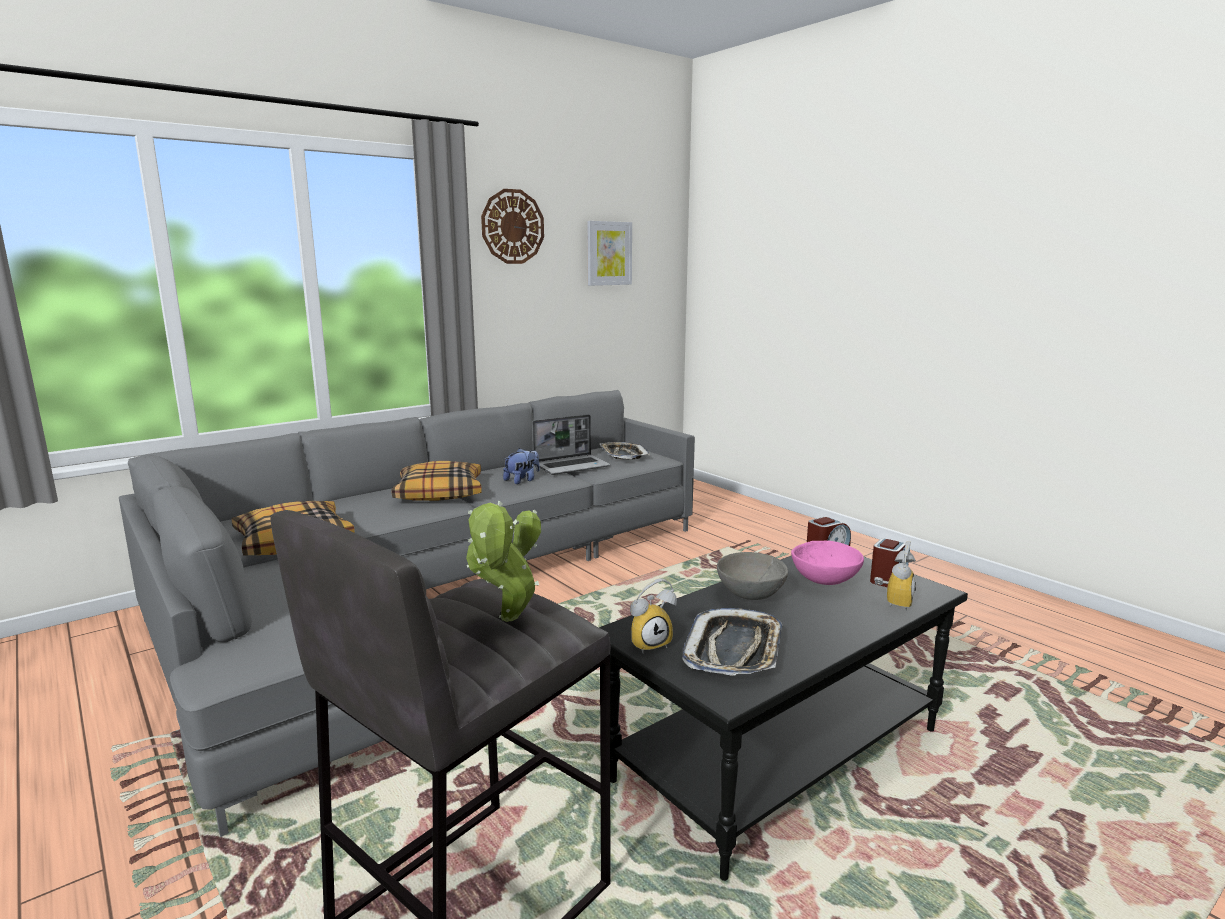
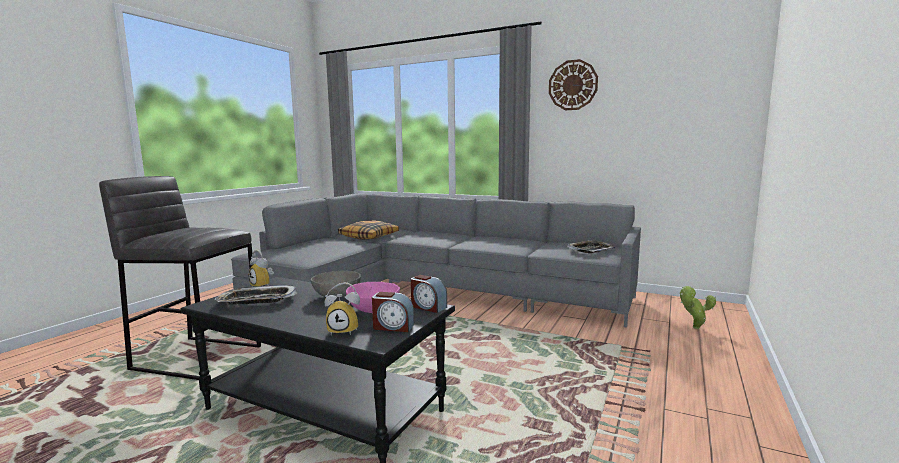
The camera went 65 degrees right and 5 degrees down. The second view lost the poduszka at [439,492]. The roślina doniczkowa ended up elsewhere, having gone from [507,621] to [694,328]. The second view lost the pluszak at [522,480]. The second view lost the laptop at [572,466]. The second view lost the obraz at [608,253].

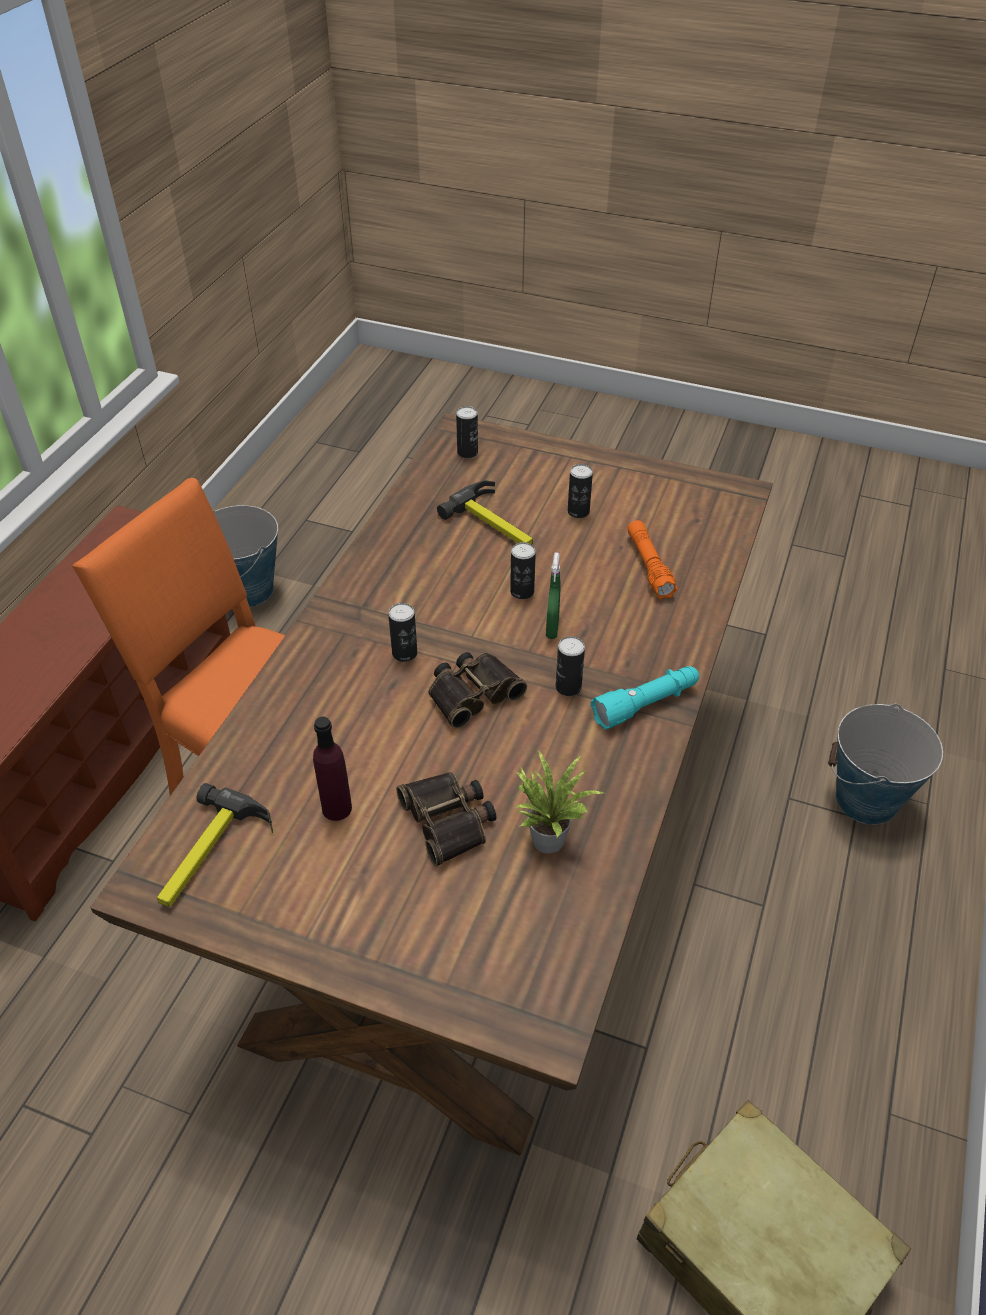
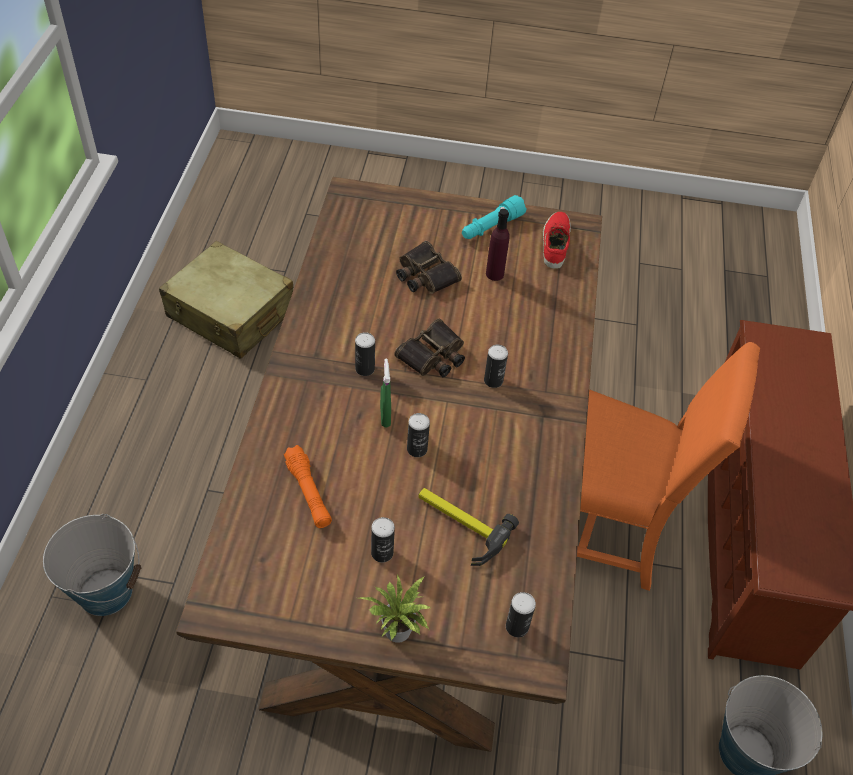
The camera went 165 degrees right and 5 degrees up. Where the młotek stood at [210,855], the but/czerwony came to stand at [554,243]. The roślina doniczkowa ended up elsewhere, having gone from [548,836] to [398,634]. The latarka/turkusowy ended up elsewhere, having gone from [646,704] to [491,227].

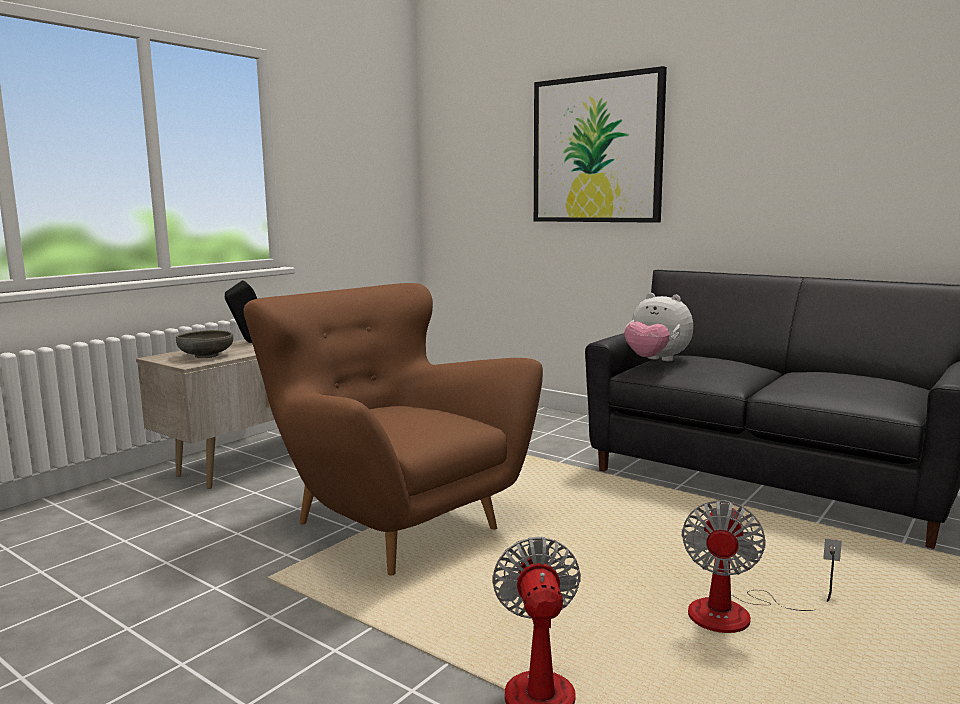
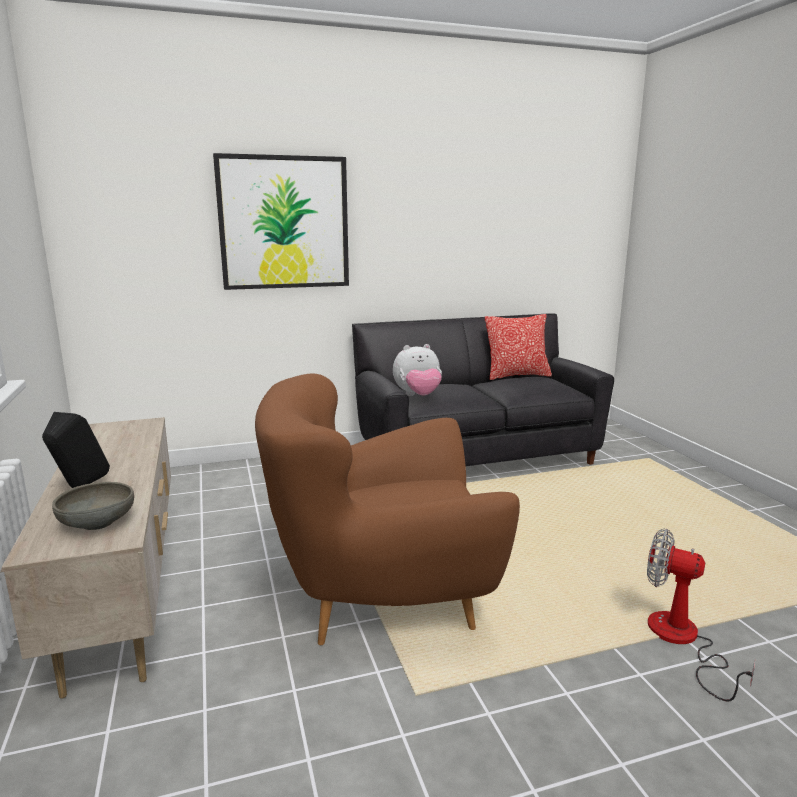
The camera went 55 degrees left and 5 degrees up. The second view lost the wentylator at [739,614]. The second view gained the poduszka at [517,376].

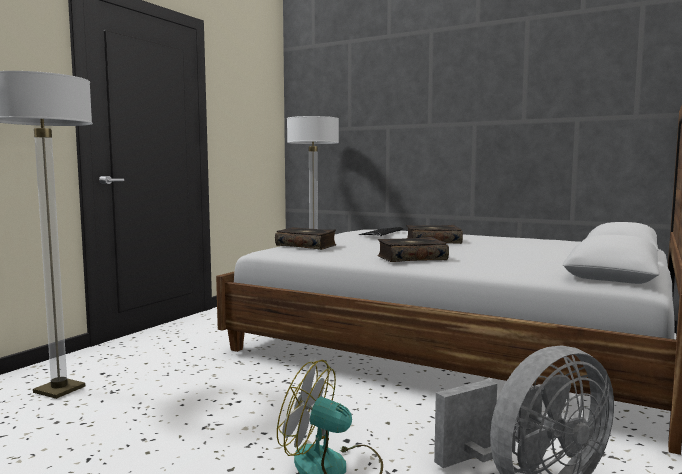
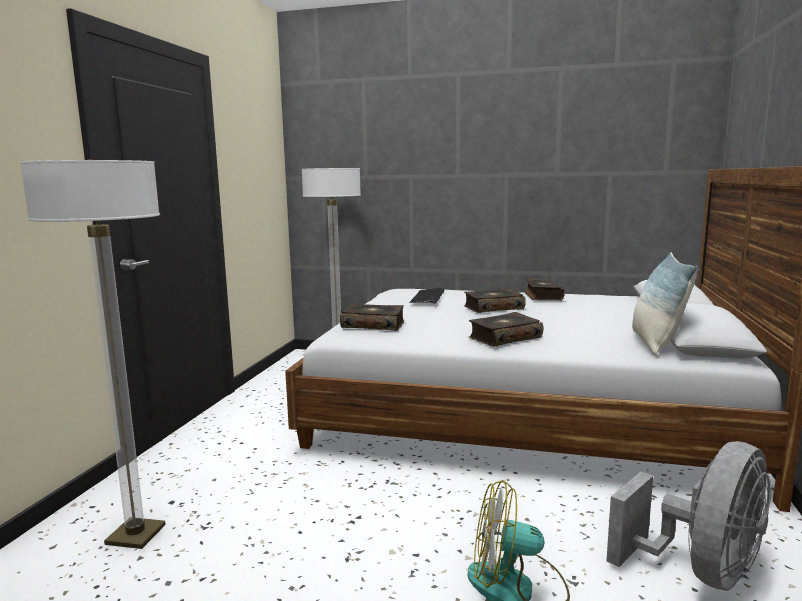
The camera went 15 degrees left and 5 degrees up. The second view gained the książka at [542,296]. The second view gained the poduszka at [655,343].

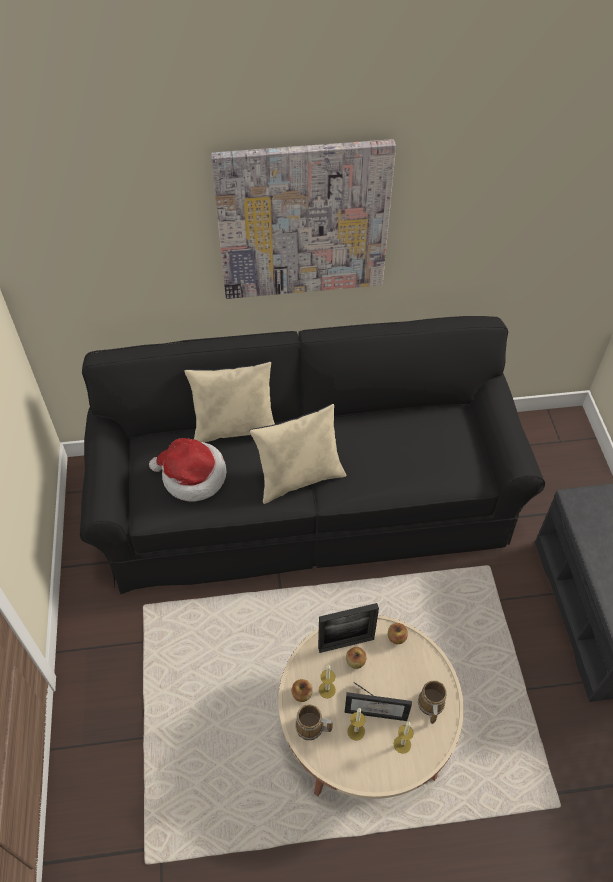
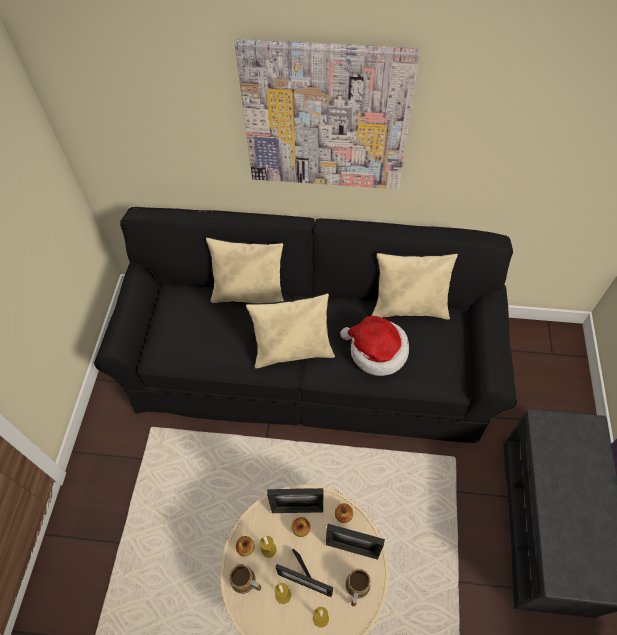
The camera went 15 degrees right and 5 degrees up. The kapelusz ended up elsewhere, having gone from [192,477] to [376,351]. The second view gained the ramka na zdjęcie at [352,549]. The second view gained the poduszka/beżowy at [409,307].

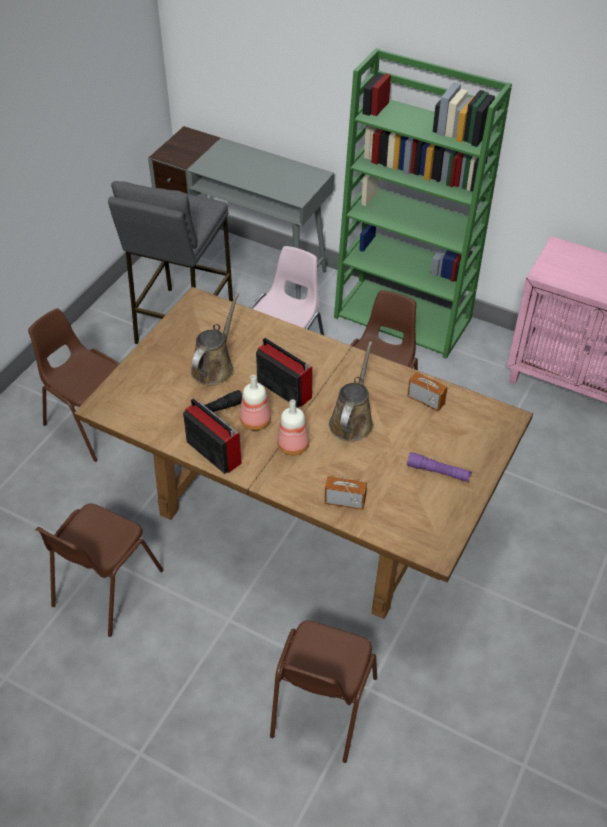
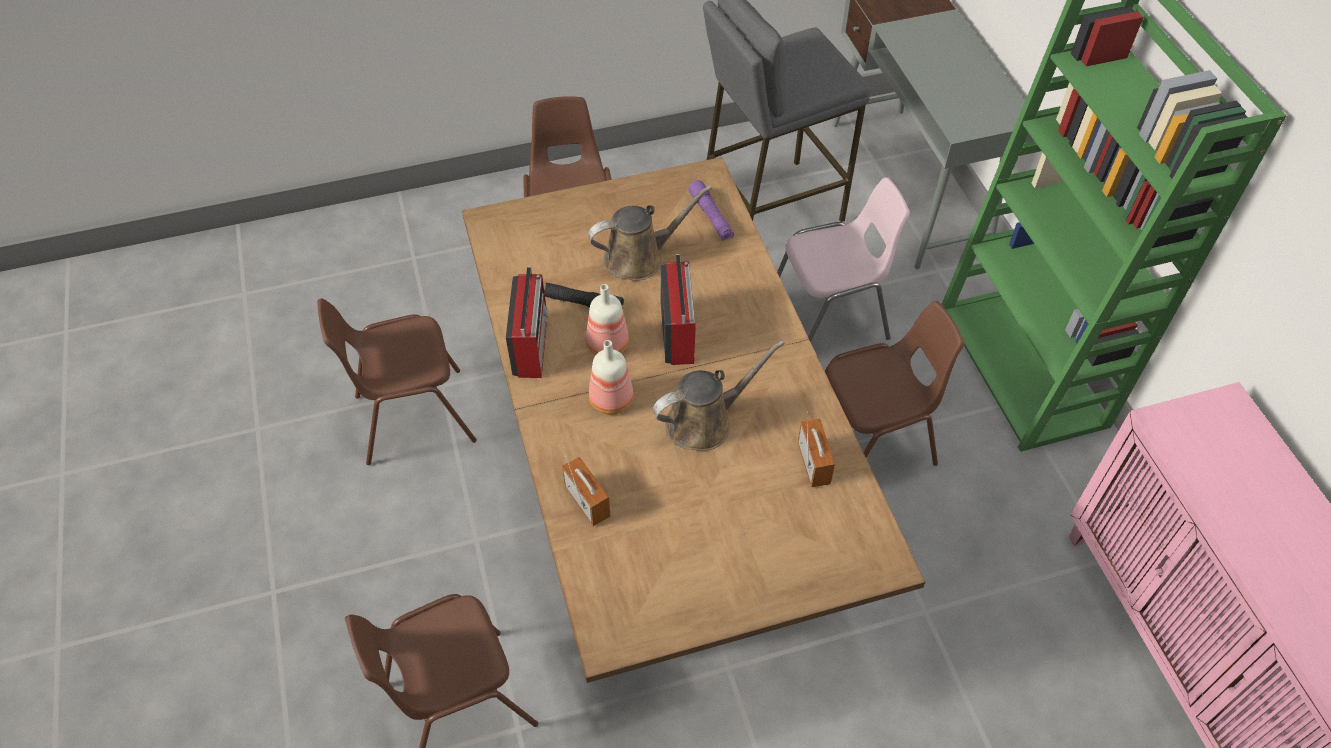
The camera went 45 degrees right and 5 degrees up. The latarka/fioletowy ended up elsewhere, having gone from [438,472] to [711,217].

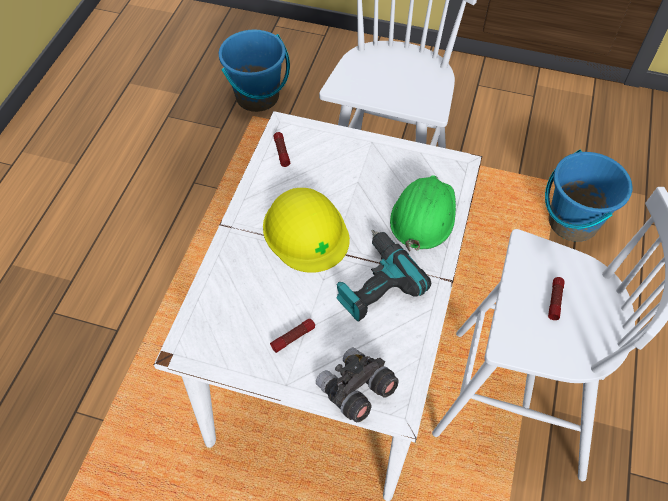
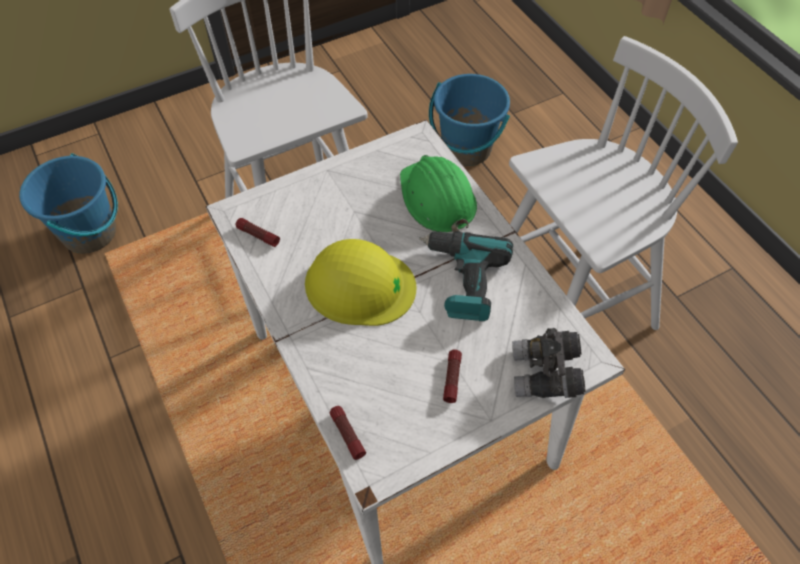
The camera went 45 degrees left and 0 degrees up. The latarka ended up elsewhere, having gone from [554,301] to [347,434].

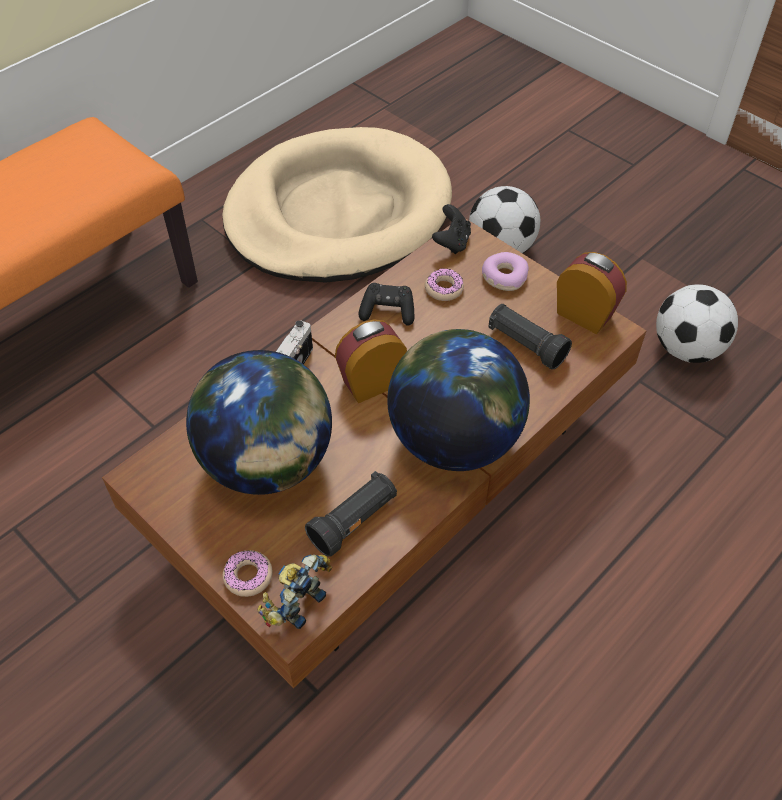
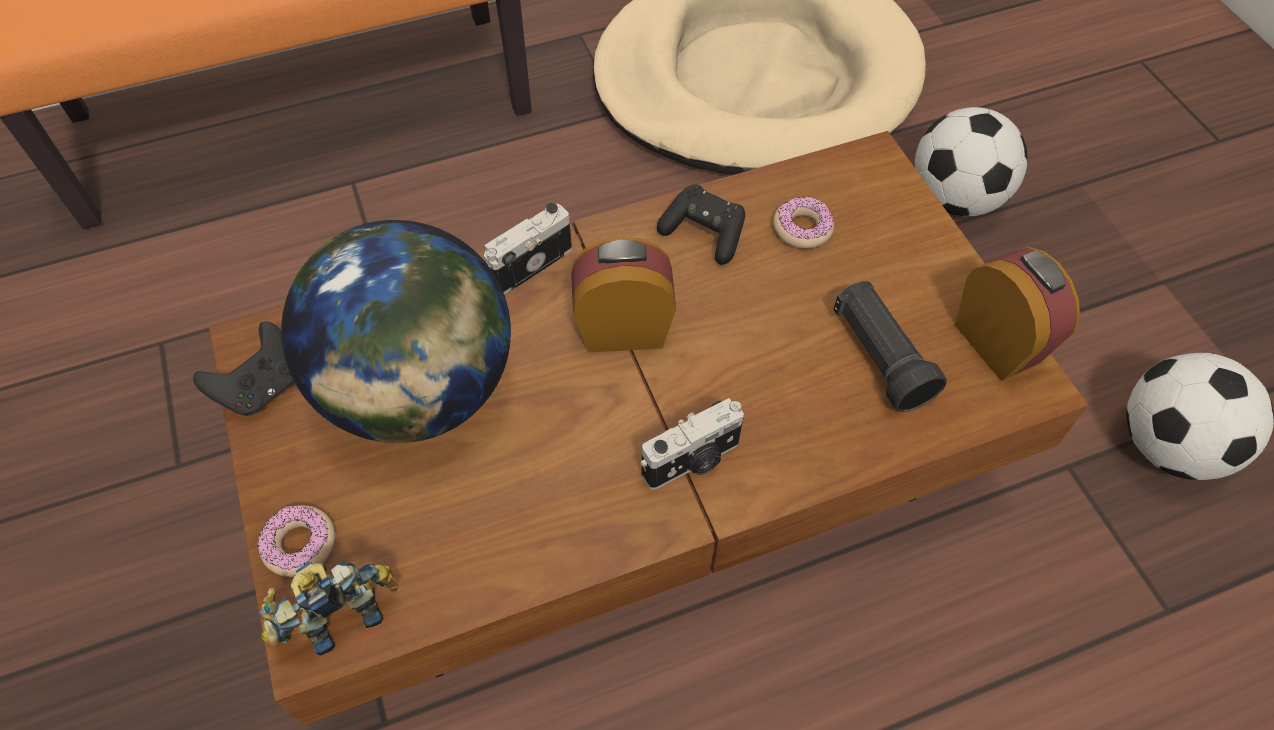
The camera went 25 degrees right and 5 degrees up. The second view lost the latarka/czarny at [354,521]. Where the globus stood at [454,439], the aparat fotograficzny came to stand at [693,461]. The pad do gier/czarny ended up elsewhere, having gone from [452,242] to [262,388]. The second view lost the donut at [504,277].

